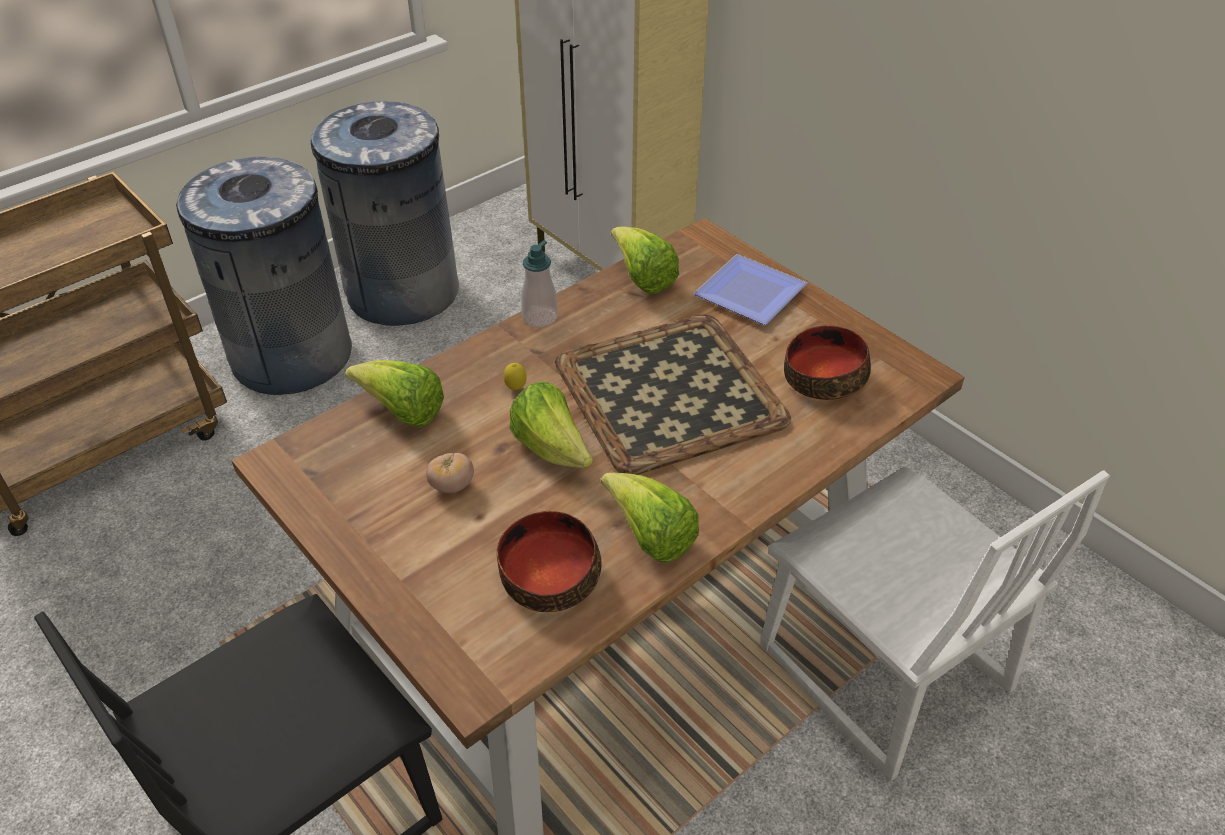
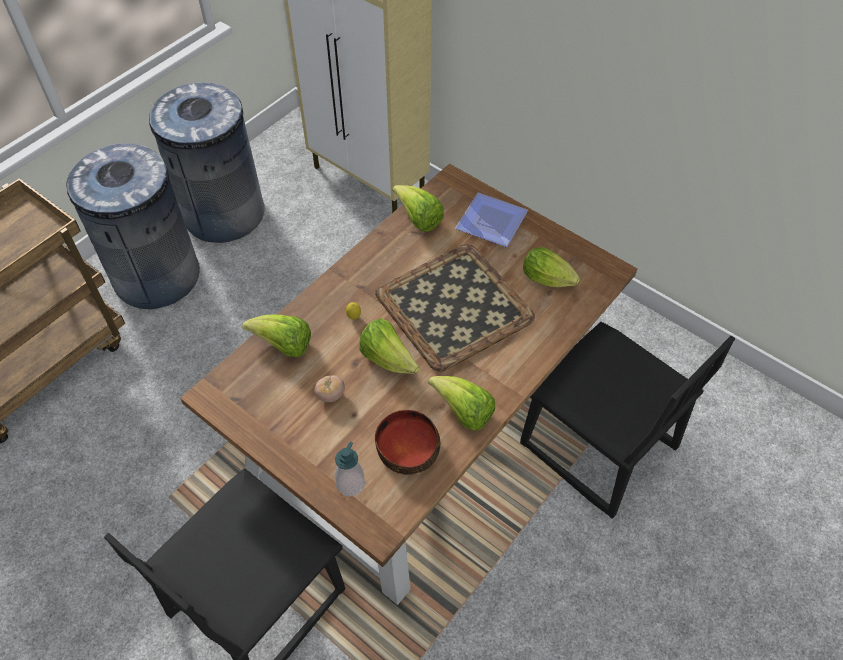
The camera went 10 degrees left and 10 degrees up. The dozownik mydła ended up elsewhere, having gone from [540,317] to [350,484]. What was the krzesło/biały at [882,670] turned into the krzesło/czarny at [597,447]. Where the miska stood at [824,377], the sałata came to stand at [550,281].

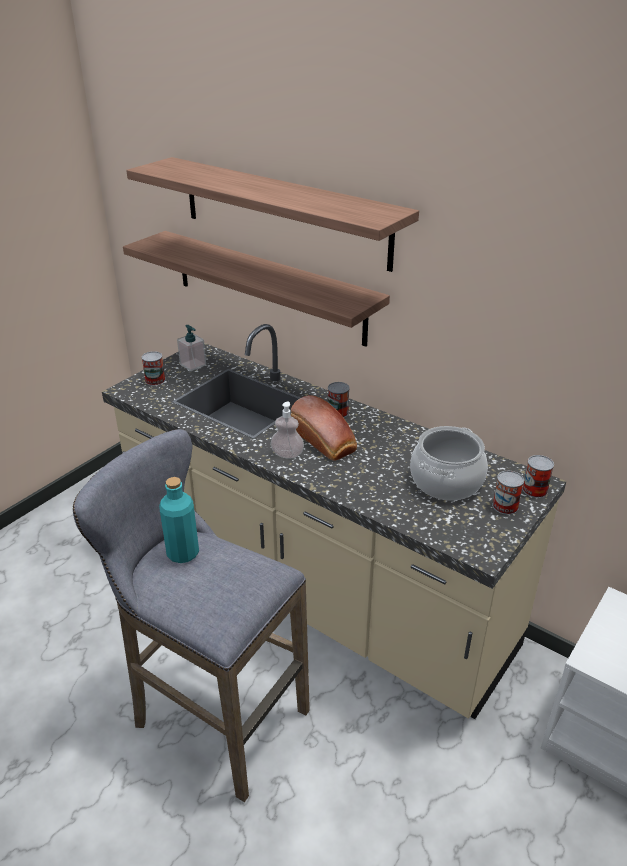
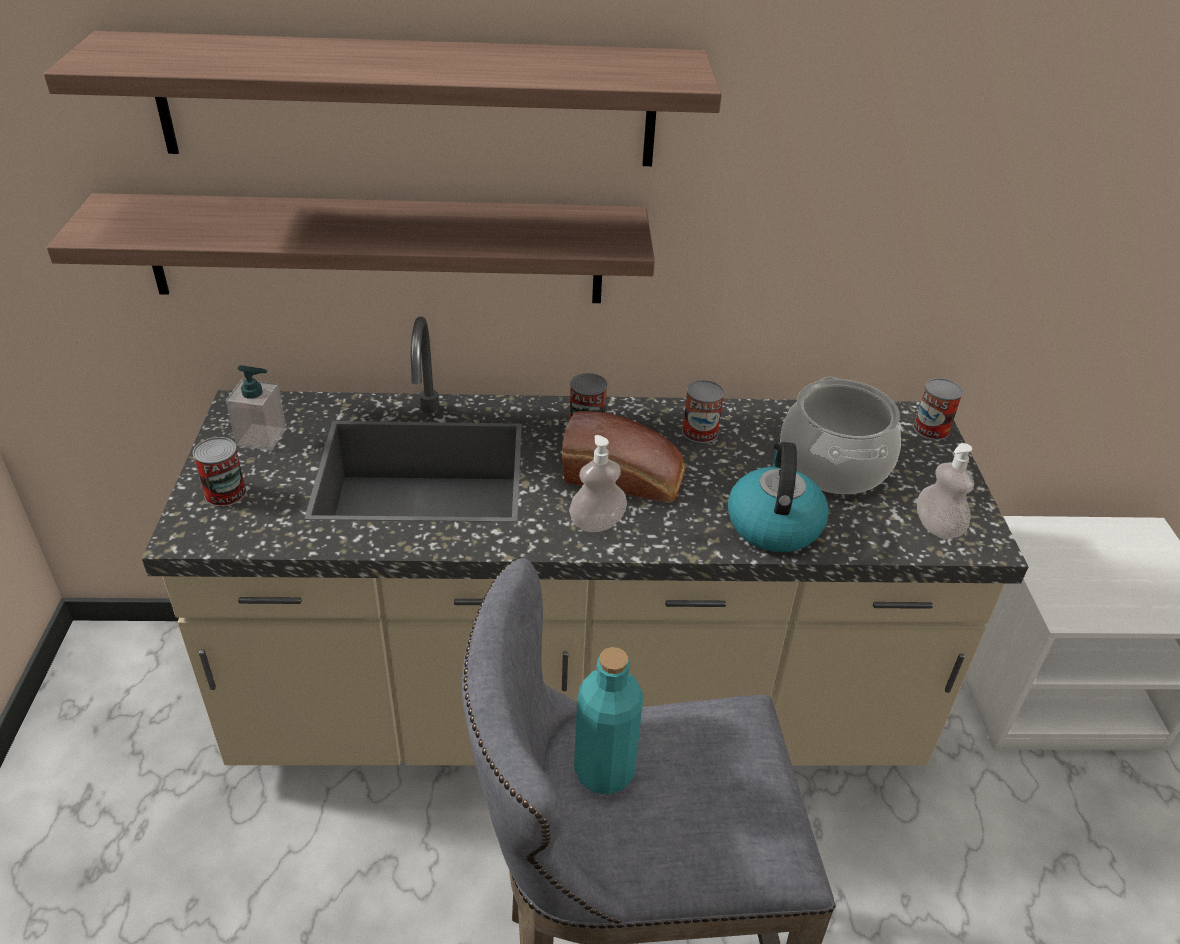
The camera went 40 degrees left and 5 degrees up. The puszka ended up elsewhere, having gone from [505,506] to [700,432]. The second view gained the czajnik at [773,524]. The second view gained the dozownik mydła at [937,527].

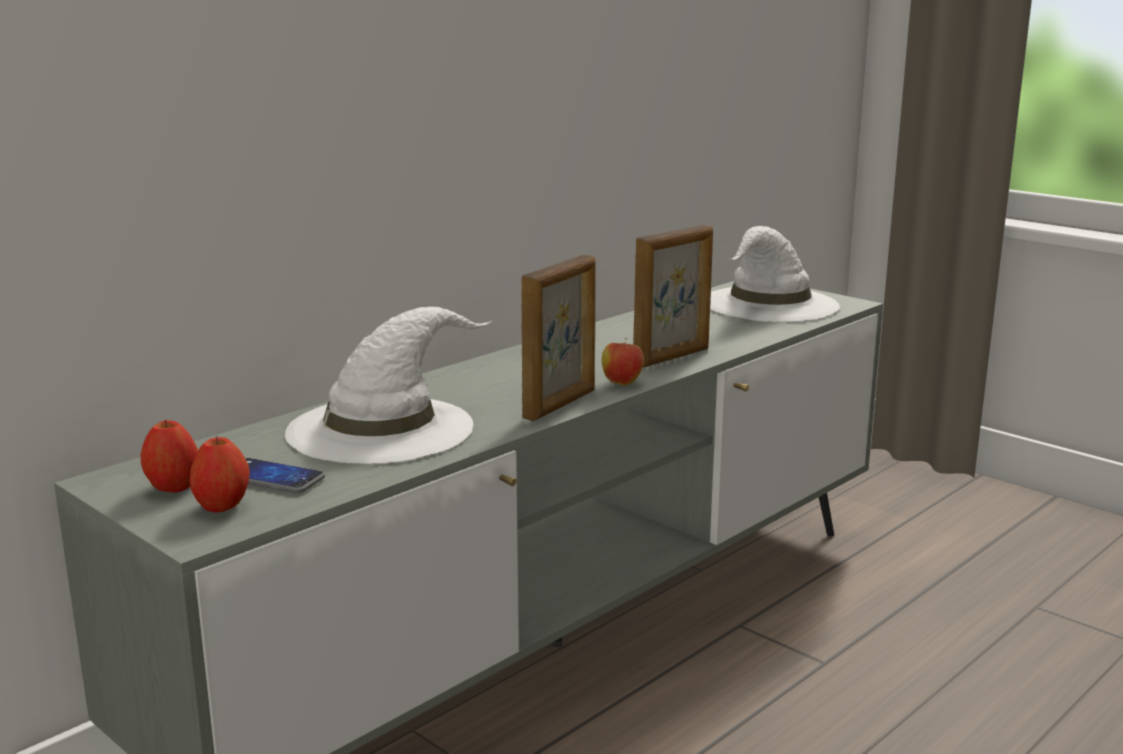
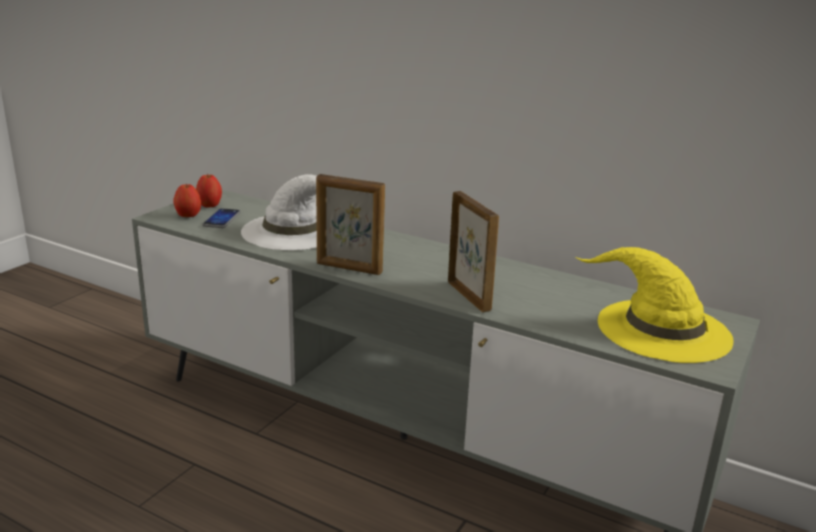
The camera went 75 degrees right and 5 degrees up. The second view lost the jabłko at [622,383]. The ramka na zdjęcie at [672,357] ended up facing another way, 150 degrees counterclockwise from before. What was the kapelusz/biały at [769,304] turned into the kapelusz/żółty at [661,329].

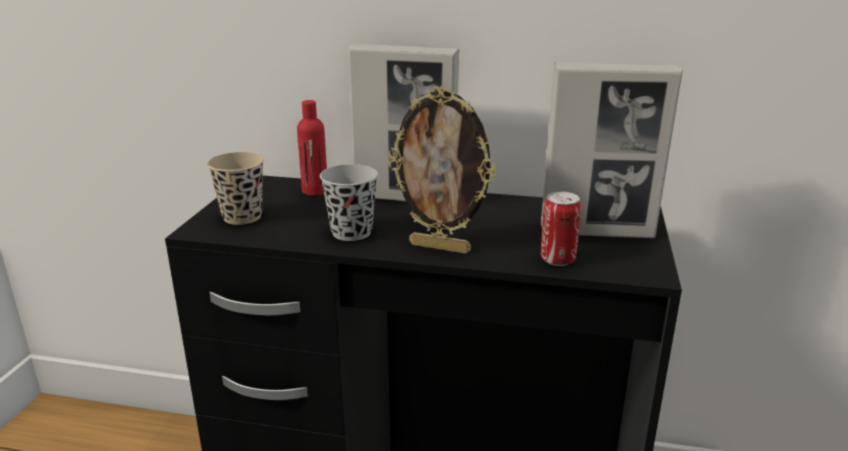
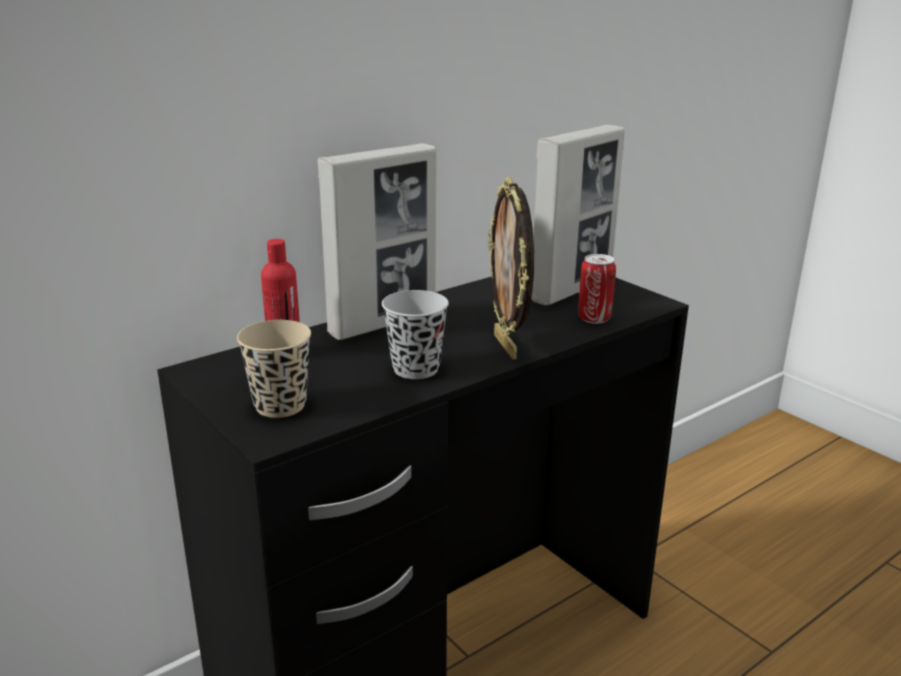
The camera went 50 degrees left and 0 degrees up. The ramka na zdjęcie at [440,247] ended up facing another way, 105 degrees clockwise from before.

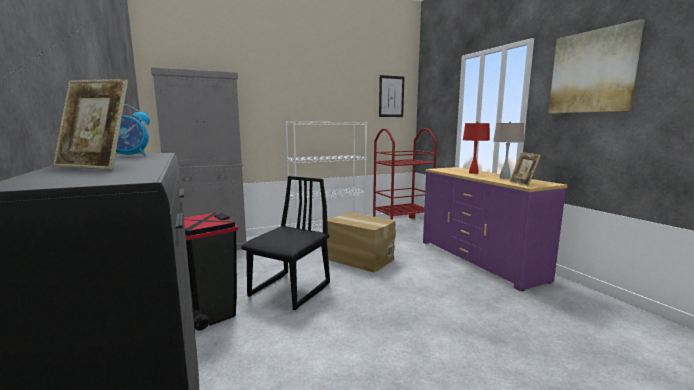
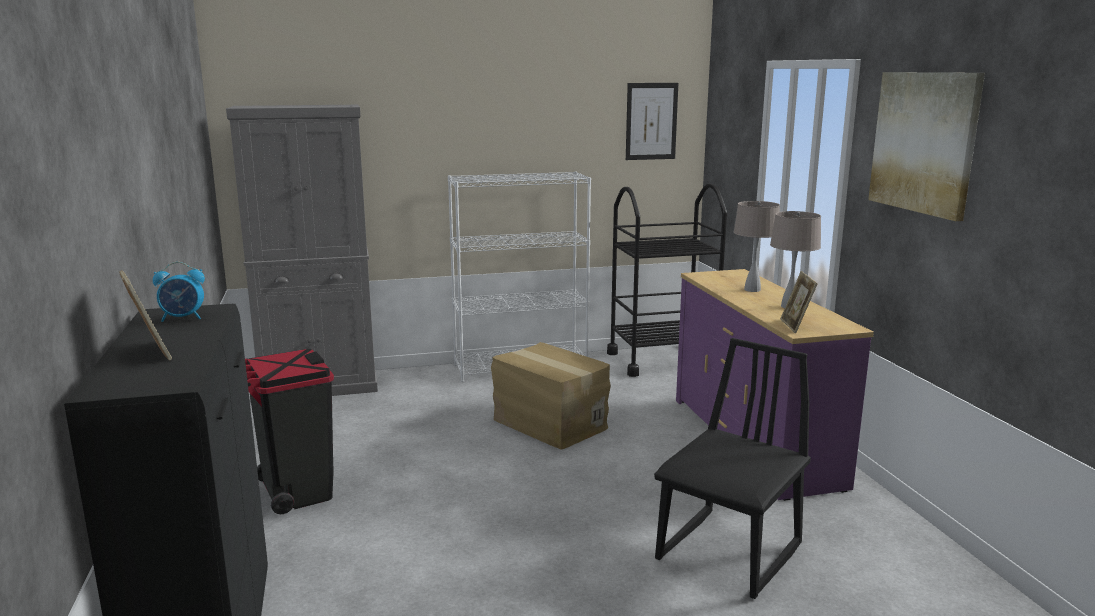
The camera went 10 degrees right and 5 degrees up. The ramka na zdjęcie at [96,167] ended up facing another way, 150 degrees counterclockwise from before. The krzesło/czarny ended up elsewhere, having gone from [291,290] to [730,553]. What was the wózek/czerwony at [402,224] turned into the wózek/czarny at [662,360]. What was the lampa stołowa/czerwony at [473,173] turned into the lampa stołowa/beżowy at [752,290].

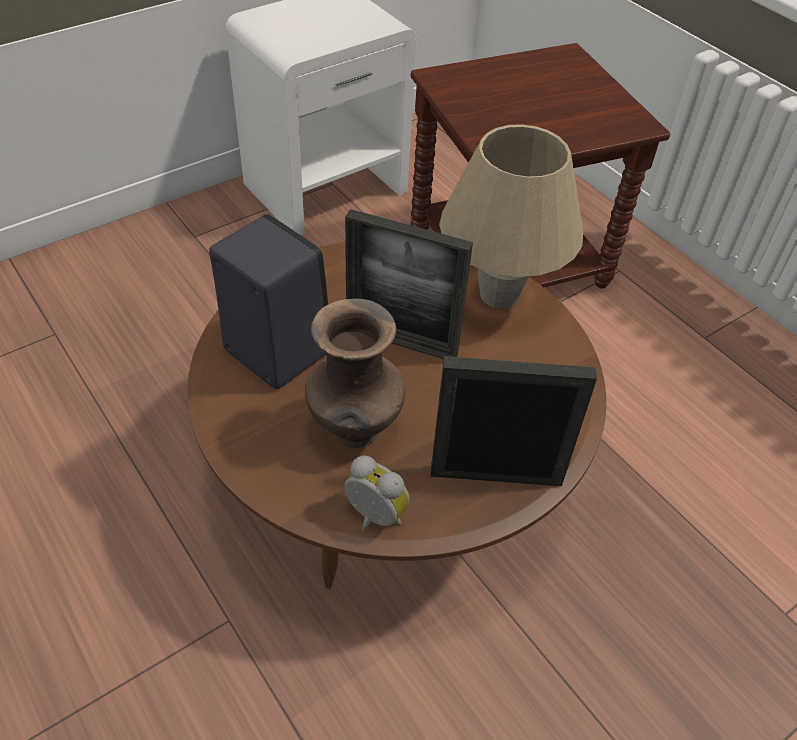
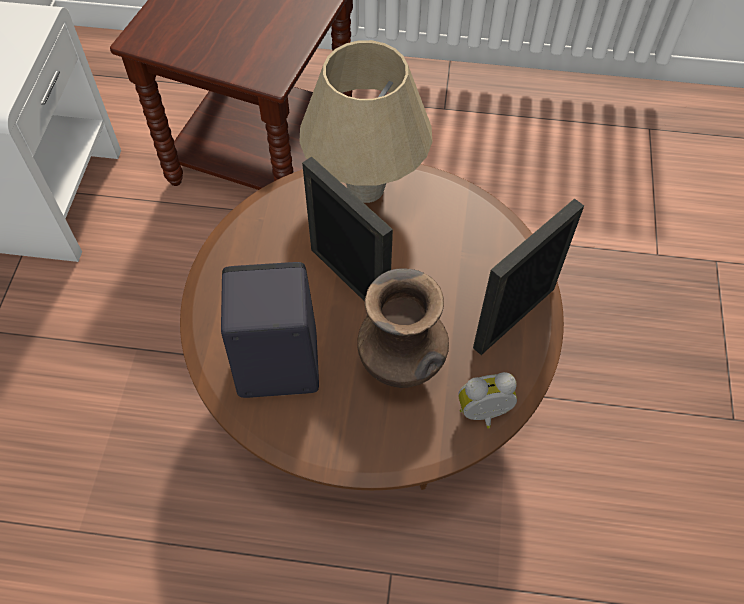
The camera went 45 degrees left and 10 degrees up. The ramka na zdjęcie at [401,342] ended up facing another way, 105 degrees counterclockwise from before.

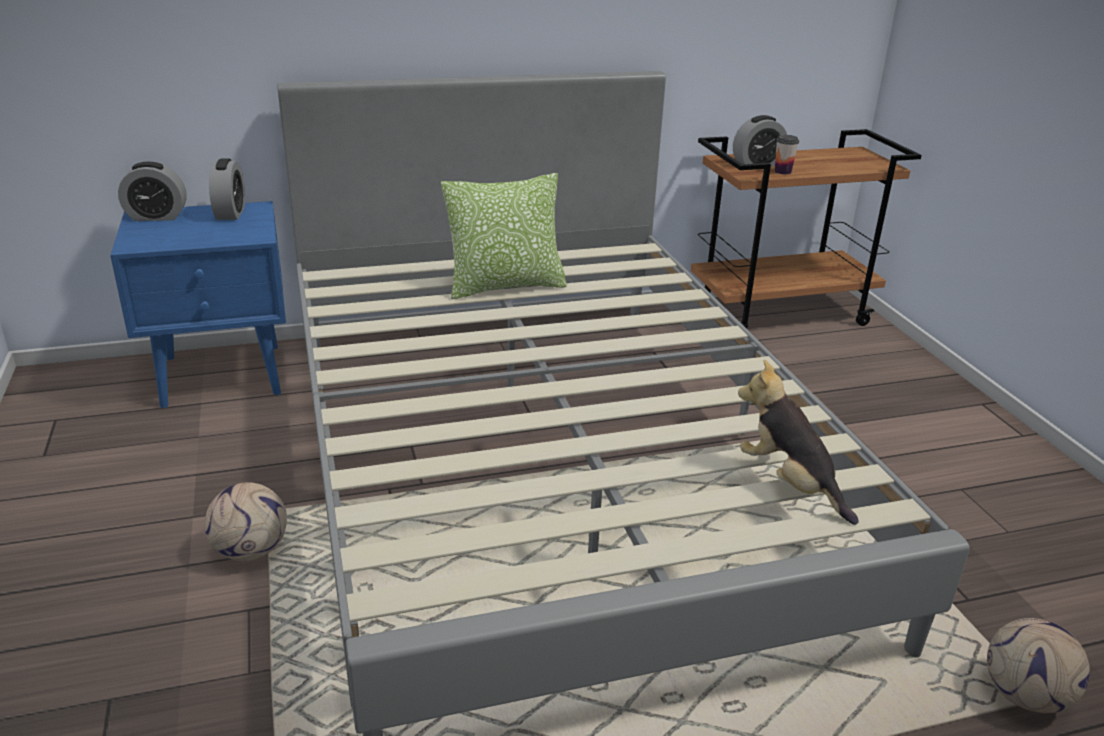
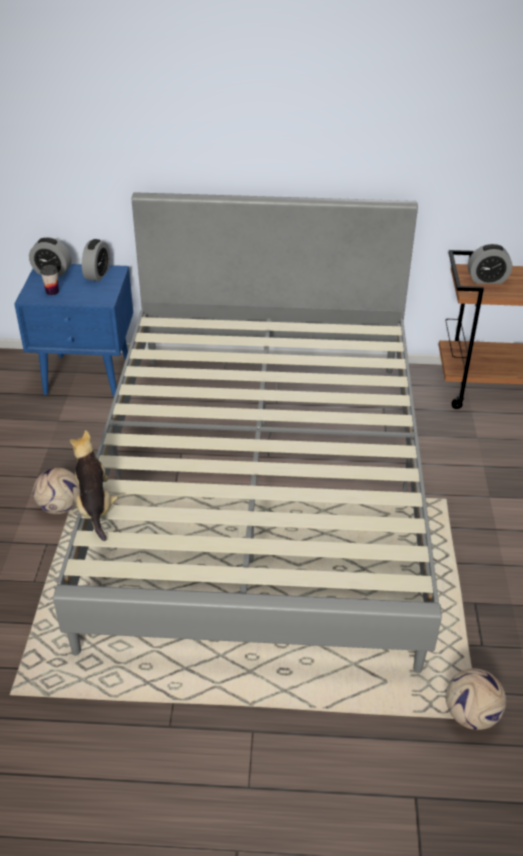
The camera went 20 degrees right and 10 degrees up. The second view lost the poduszka at [505,286]. The pluszak ended up elsewhere, having gone from [789,483] to [95,507]. The filiżanka ended up elsewhere, having gone from [782,171] to [52,292].

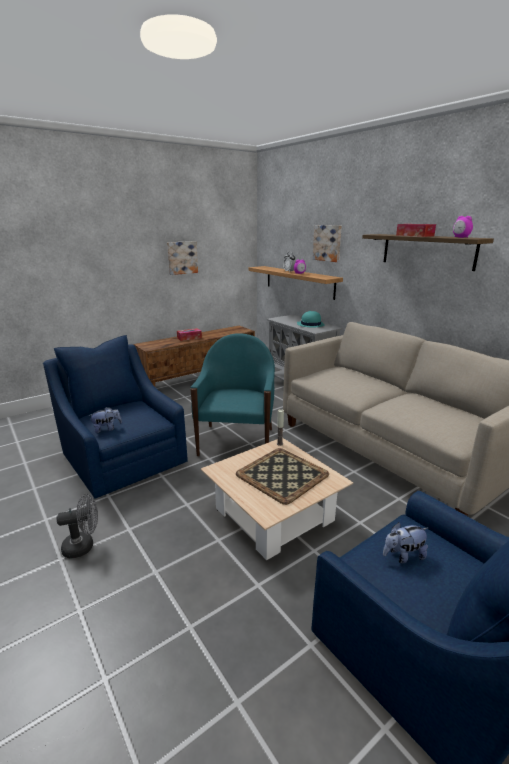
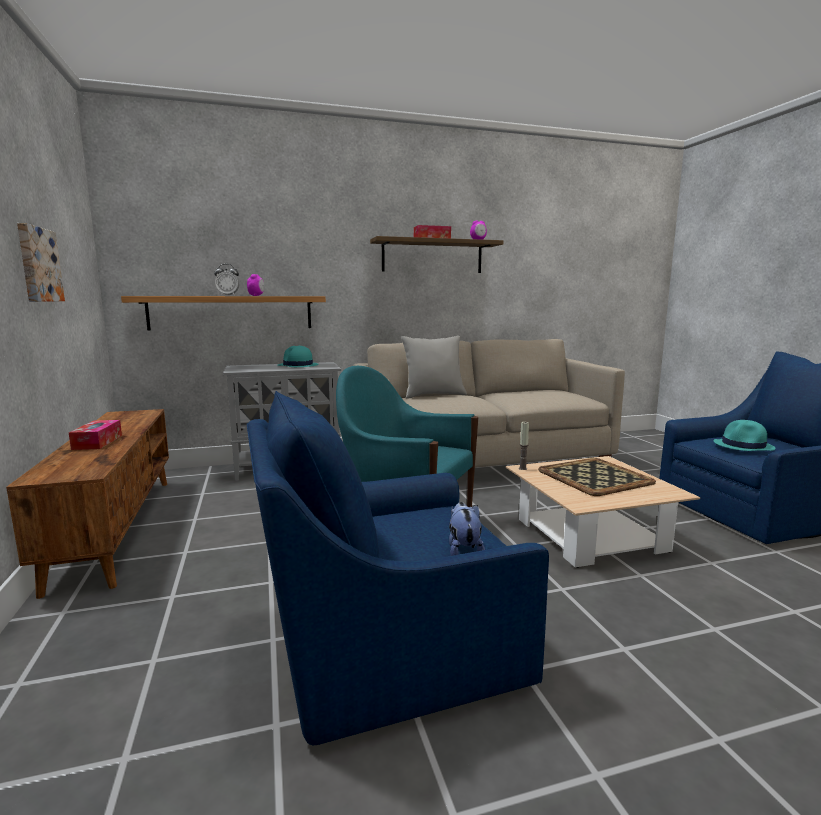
The camera went 70 degrees left and 10 degrees down. The second view lost the wentylator/szary at [83,546]. The second view lost the obraz at [328,243]. Where the pluszak stood at [403,556], the kapelusz/turkusowy came to stand at [743,446]. The second view gained the poduszka/szary at [433,395].

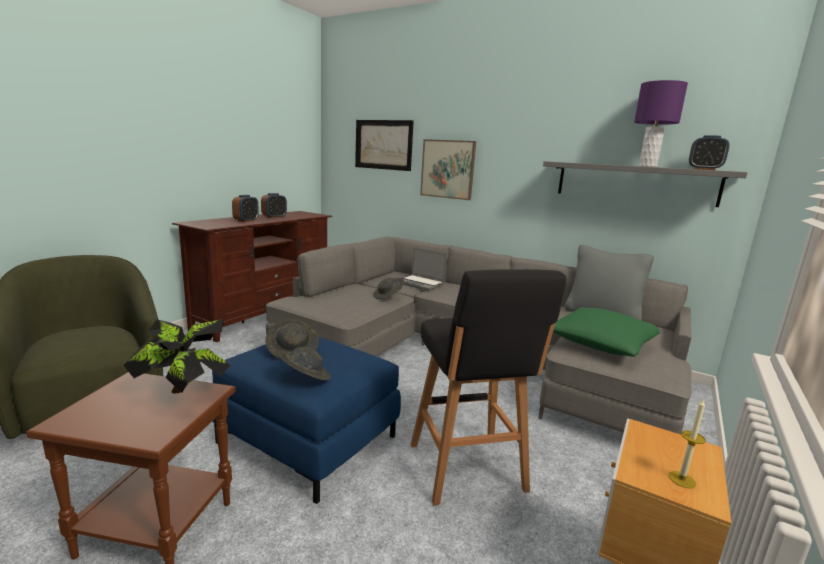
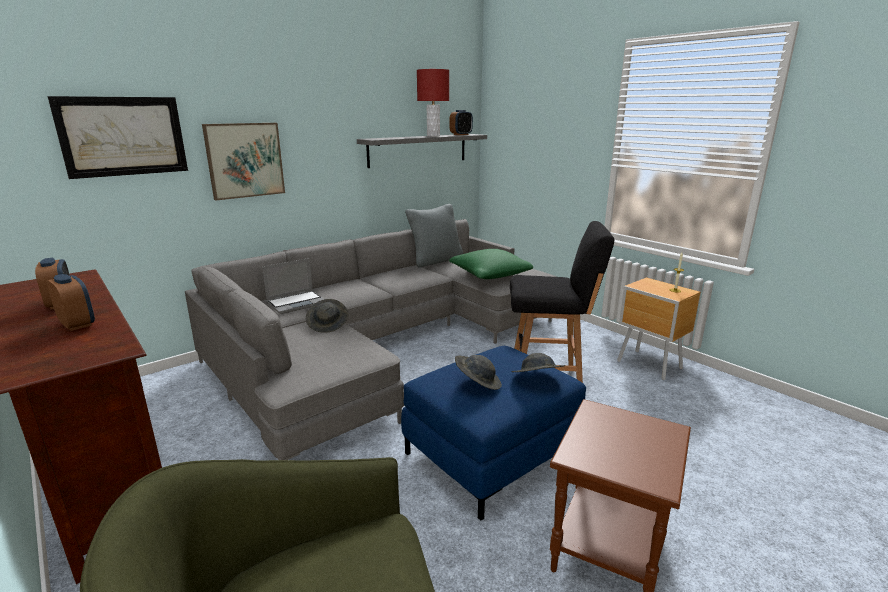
The camera went 70 degrees left and 5 degrees up. The second view lost the roślina doniczkowa at [184,394]. What was the lampa stołowa/fioletowy at [647,166] turned into the lampa stołowa/czerwony at [433,136].

